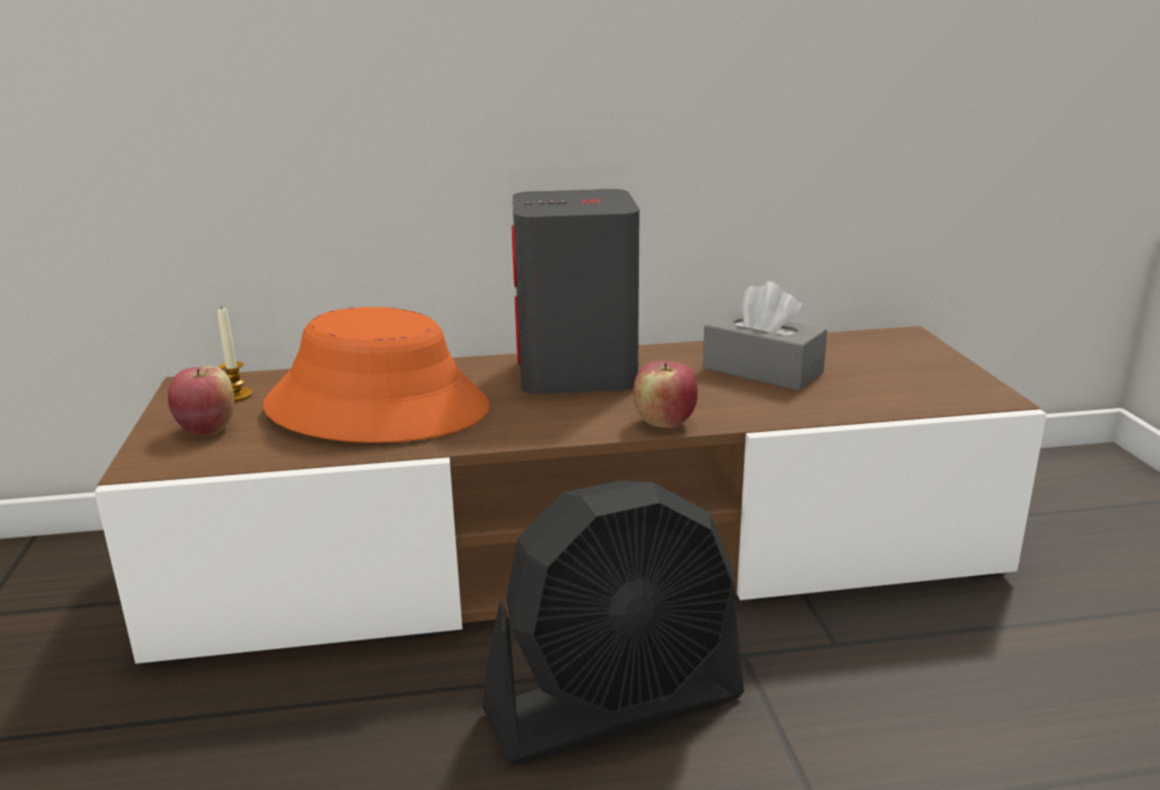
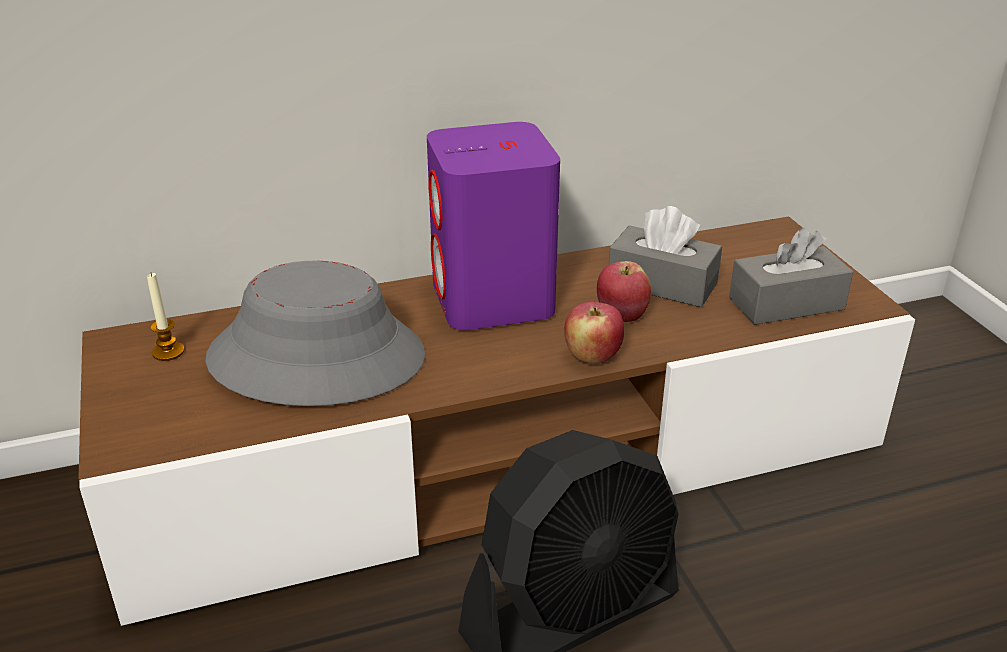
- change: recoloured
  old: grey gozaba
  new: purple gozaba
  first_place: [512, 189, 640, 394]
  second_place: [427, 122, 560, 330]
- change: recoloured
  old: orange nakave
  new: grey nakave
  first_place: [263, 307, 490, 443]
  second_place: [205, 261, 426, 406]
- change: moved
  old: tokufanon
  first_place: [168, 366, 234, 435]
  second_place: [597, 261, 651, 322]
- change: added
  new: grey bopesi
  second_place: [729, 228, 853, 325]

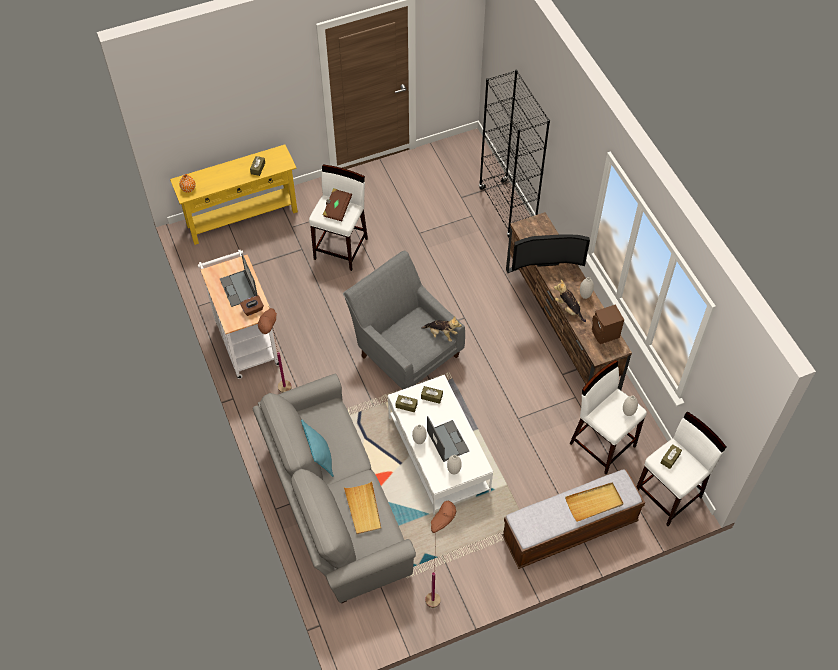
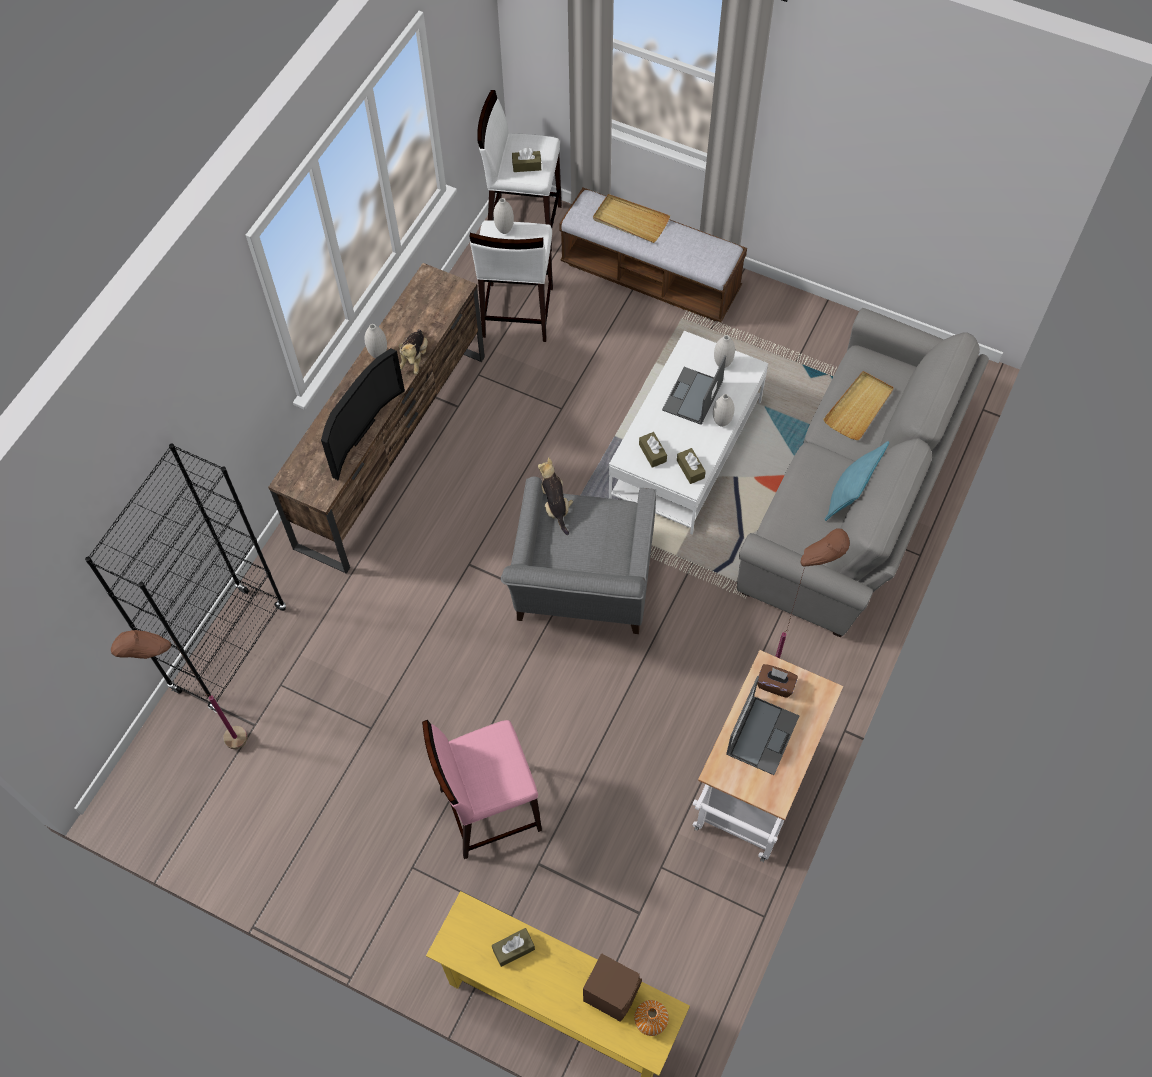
- change: recoloured
  old: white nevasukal
  new: pink nevasukal
  first_place: [309, 164, 368, 271]
  second_place: [422, 720, 542, 859]
- change: removed
  old: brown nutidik
  first_place: [323, 188, 352, 222]
- change: turned
  old: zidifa
  first_place: [512, 234, 590, 271]
  second_place: [321, 348, 405, 480]
  degrees: 75
- change: moved
  old: brown gozaba
  first_place: [592, 304, 624, 344]
  second_place: [583, 953, 642, 1022]
- change: moved
  old: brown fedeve
  first_place: [425, 501, 456, 608]
  second_place: [111, 630, 248, 749]

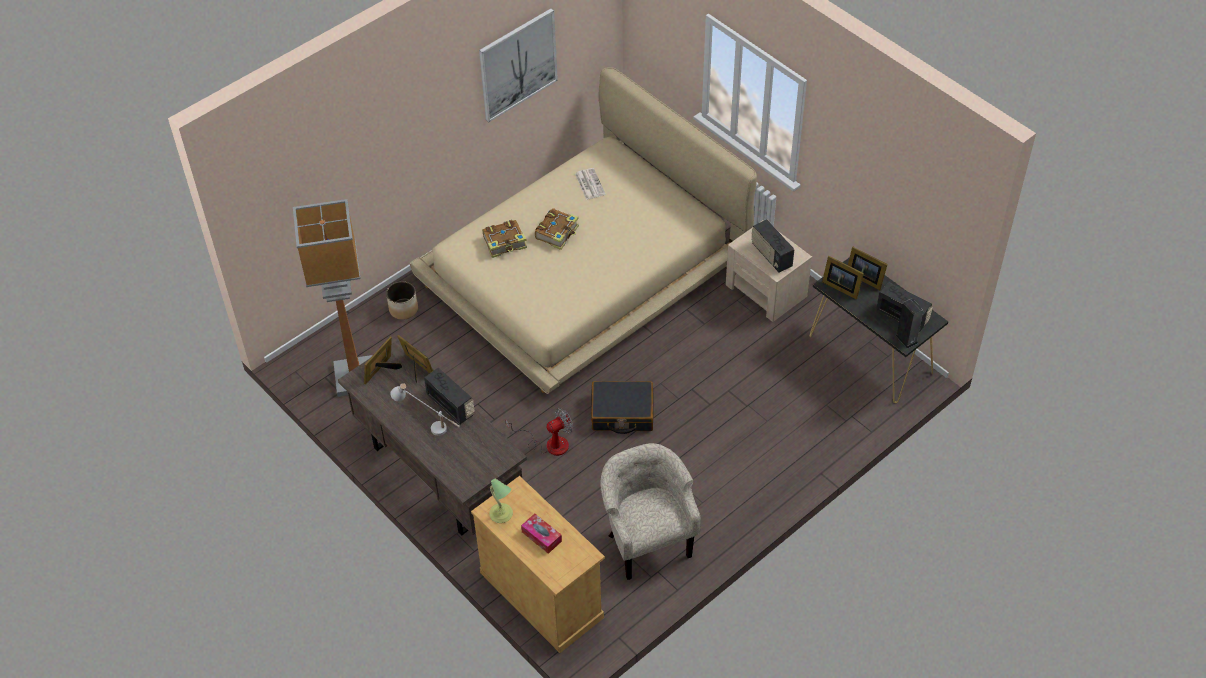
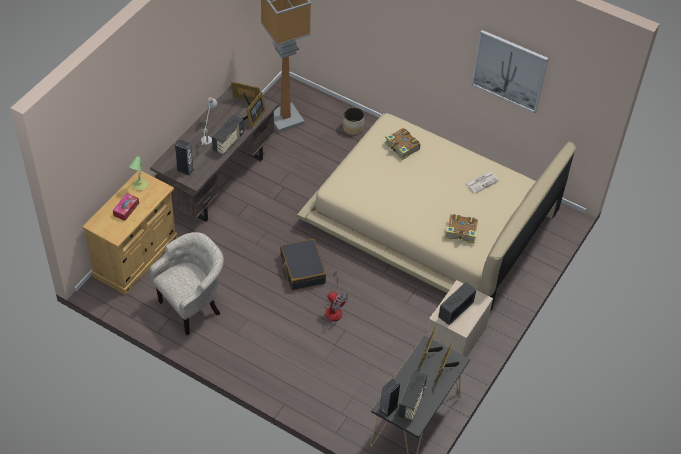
- change: moved
  old: nutidik
  first_place: [535, 208, 579, 250]
  second_place: [445, 214, 478, 244]
- change: moved
  old: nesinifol
  first_place: [505, 408, 573, 456]
  second_place: [324, 271, 348, 321]
- change: added
  new: gozaba
  second_place: [175, 139, 194, 175]

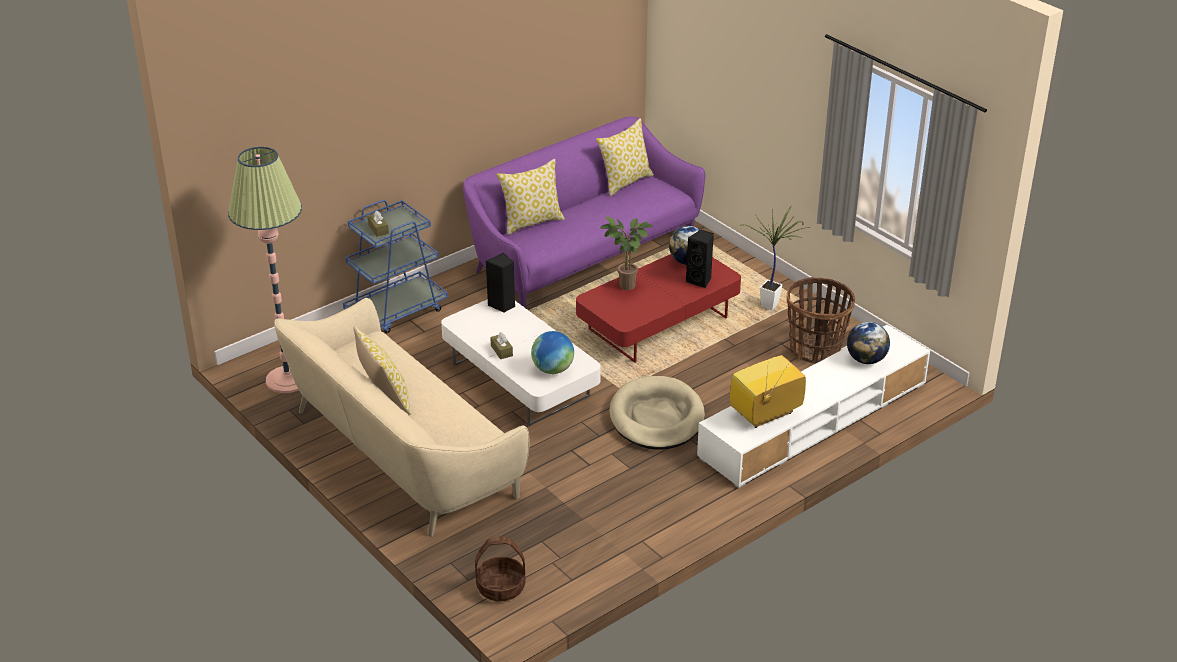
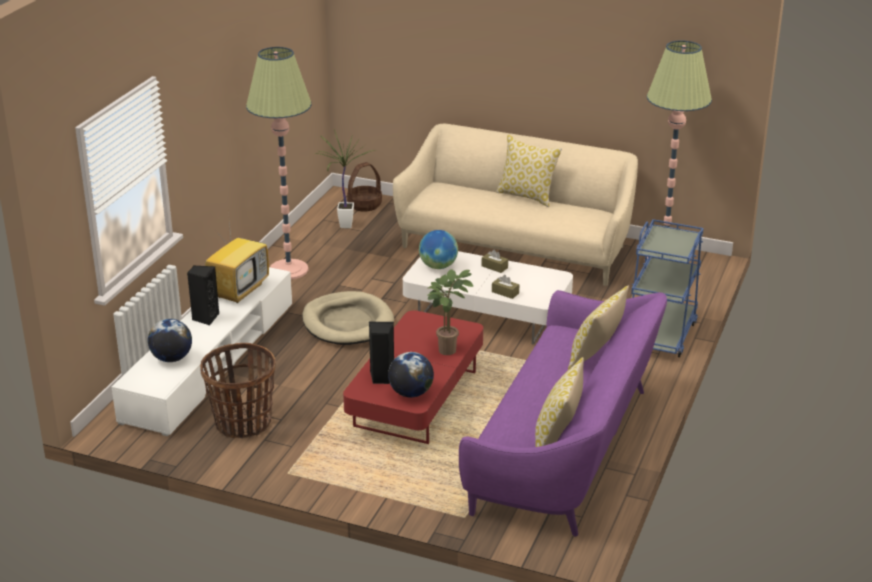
- change: moved
  old: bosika
  first_place: [742, 206, 810, 310]
  second_place: [315, 129, 374, 228]
- change: moved
  old: brown bopesi
  first_place: [368, 211, 389, 237]
  second_place: [492, 275, 519, 299]
- change: moved
  old: black gozaba
  first_place: [486, 252, 515, 313]
  second_place: [187, 266, 219, 325]
- change: added
  new: fedeve
  second_place: [246, 47, 312, 279]

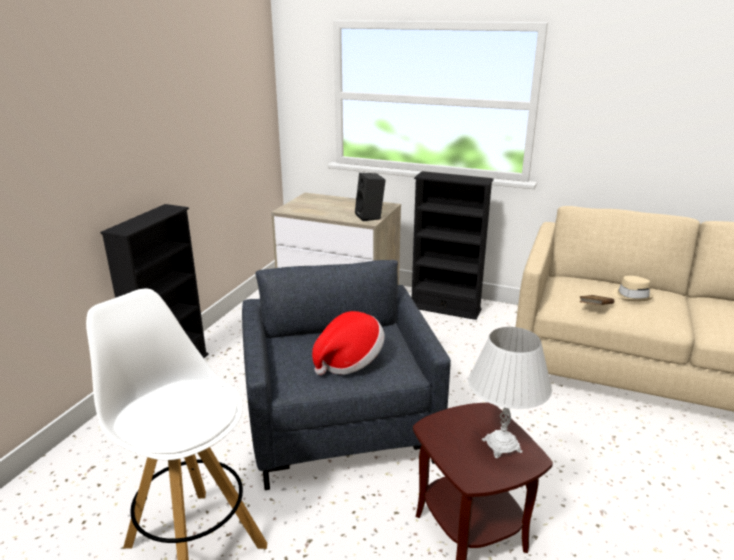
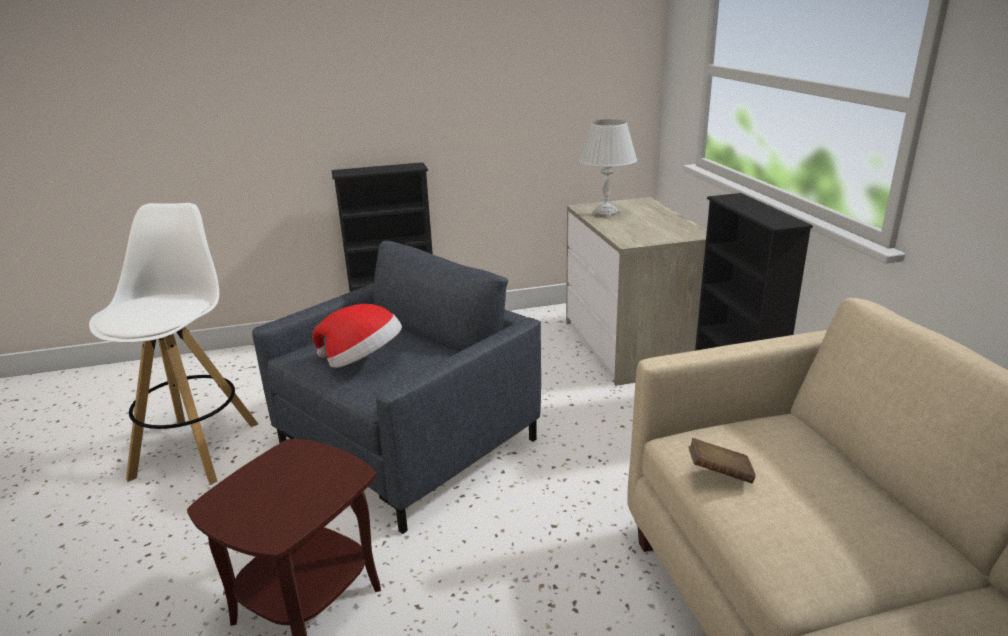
- change: removed
  old: black gozaba
  first_place: [355, 173, 386, 221]
- change: removed
  old: beige nakave
  first_place: [613, 276, 654, 301]
- change: moved
  old: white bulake
  first_place: [468, 327, 552, 458]
  second_place: [579, 119, 637, 218]

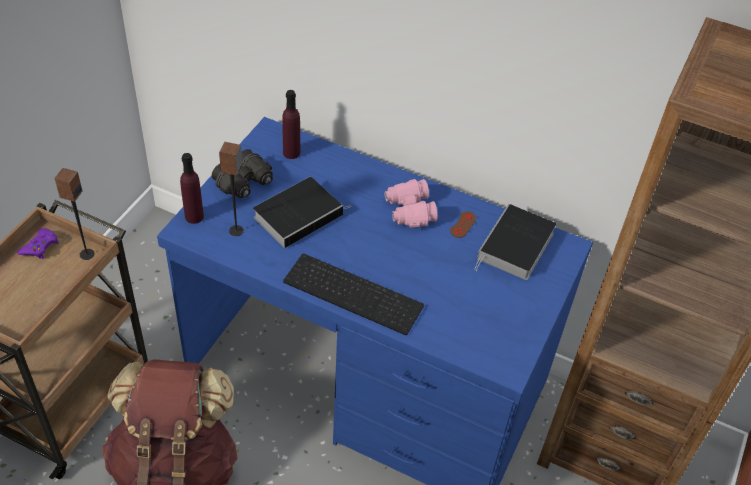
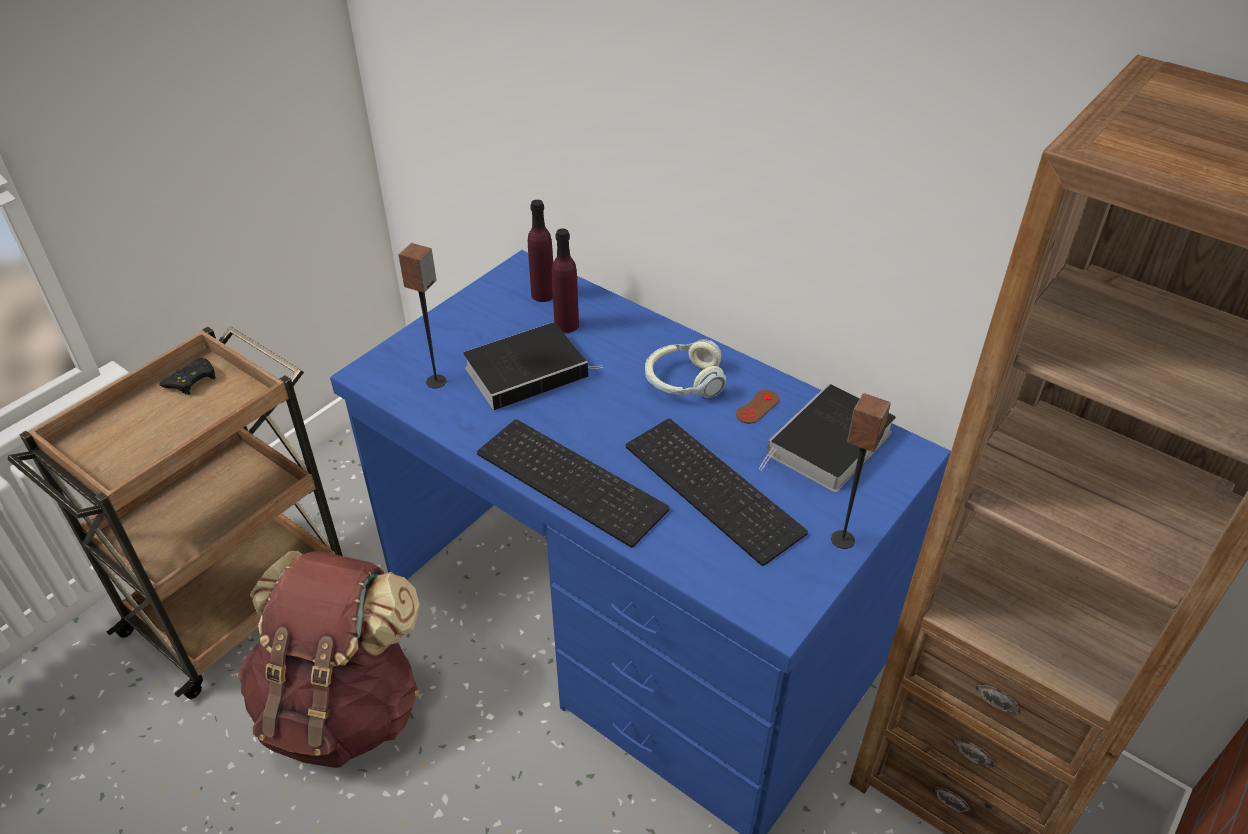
- change: removed
  old: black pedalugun
  first_place: [212, 149, 273, 198]
- change: moved
  old: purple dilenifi
  first_place: [180, 153, 204, 224]
  second_place: [552, 228, 579, 333]
- change: moved
  old: gozaba
  first_place: [54, 168, 94, 260]
  second_place: [831, 393, 891, 549]
- change: replaced
  old: pink pedalugun
  new: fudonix
  first_place: [385, 179, 438, 227]
  second_place: [645, 339, 726, 398]
- change: recoloured
  old: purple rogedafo
  new: black rogedafo
  first_place: [17, 228, 59, 259]
  second_place: [159, 358, 216, 395]
- change: added
  new: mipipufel
  second_place: [626, 419, 808, 566]

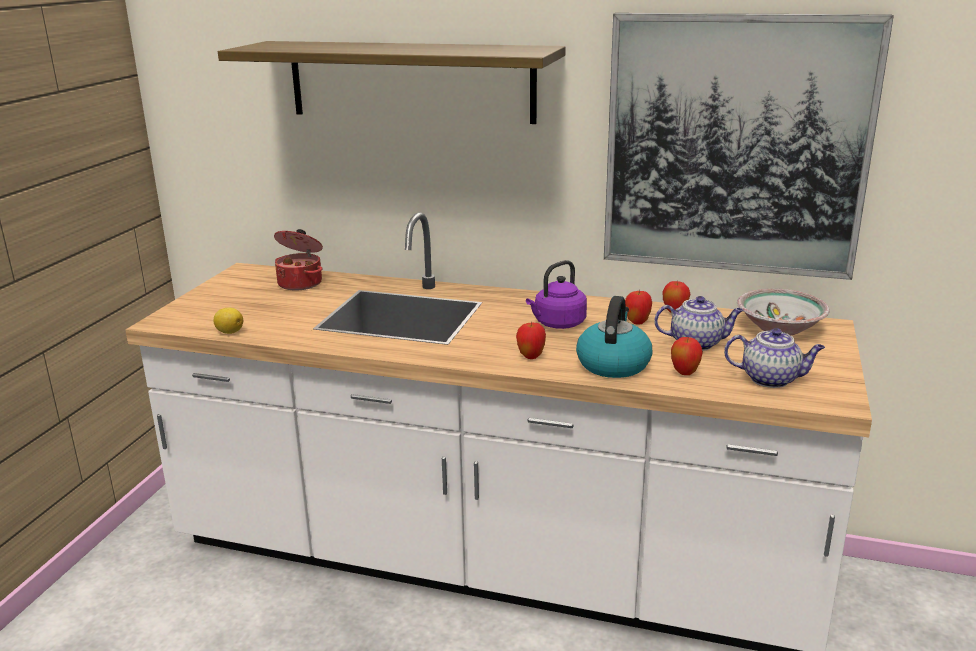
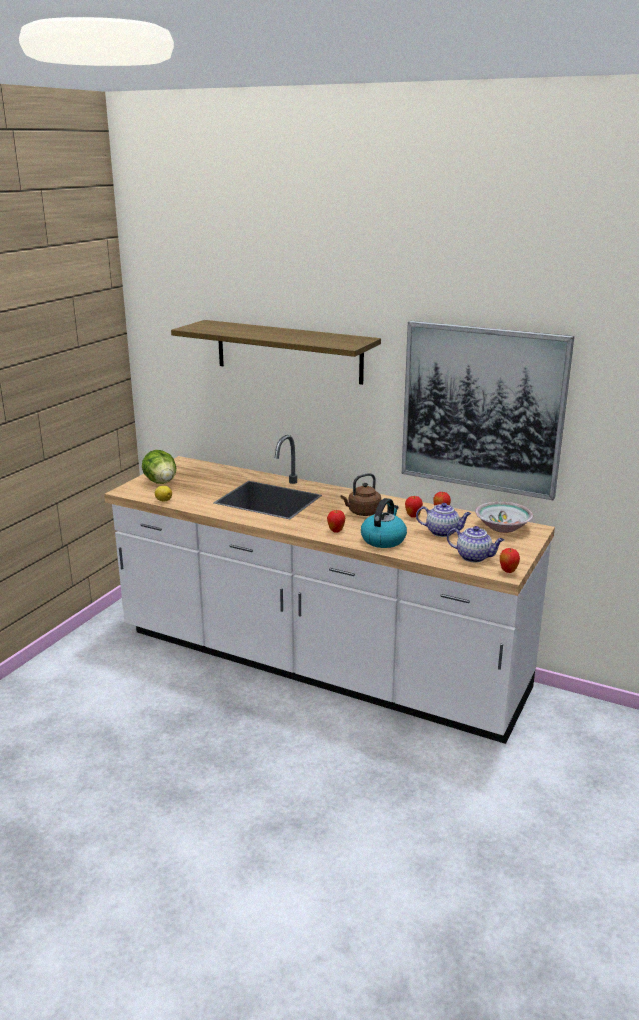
- change: removed
  old: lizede
  first_place: [274, 229, 323, 290]
- change: recoloured
  old: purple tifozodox
  new: brown tifozodox
  first_place: [526, 260, 587, 329]
  second_place: [341, 473, 381, 516]
- change: moved
  old: tokufanon
  first_place: [671, 337, 703, 375]
  second_place: [500, 548, 520, 573]
- change: added
  new: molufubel
  second_place: [142, 450, 176, 484]

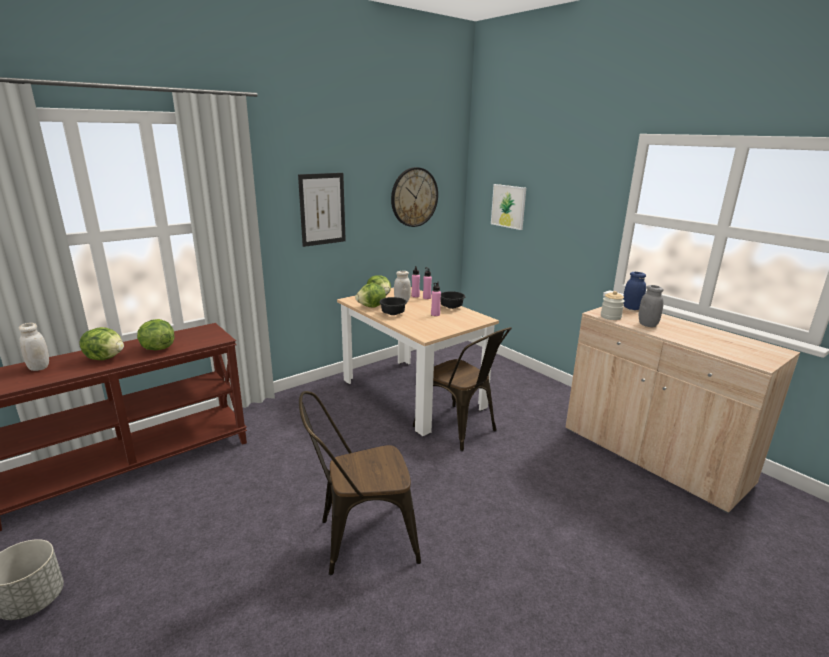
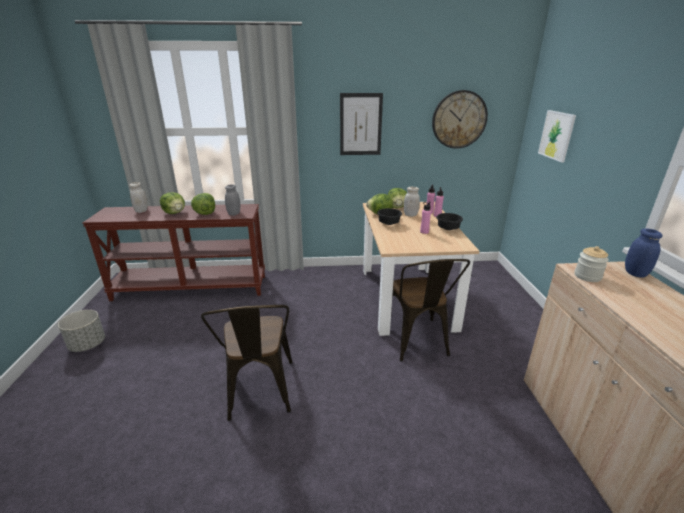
- change: moved
  old: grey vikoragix
  first_place: [639, 285, 664, 327]
  second_place: [225, 184, 240, 216]
- change: turned
  old: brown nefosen
  first_place: [299, 391, 421, 575]
  second_place: [201, 305, 292, 421]
  degrees: -120

